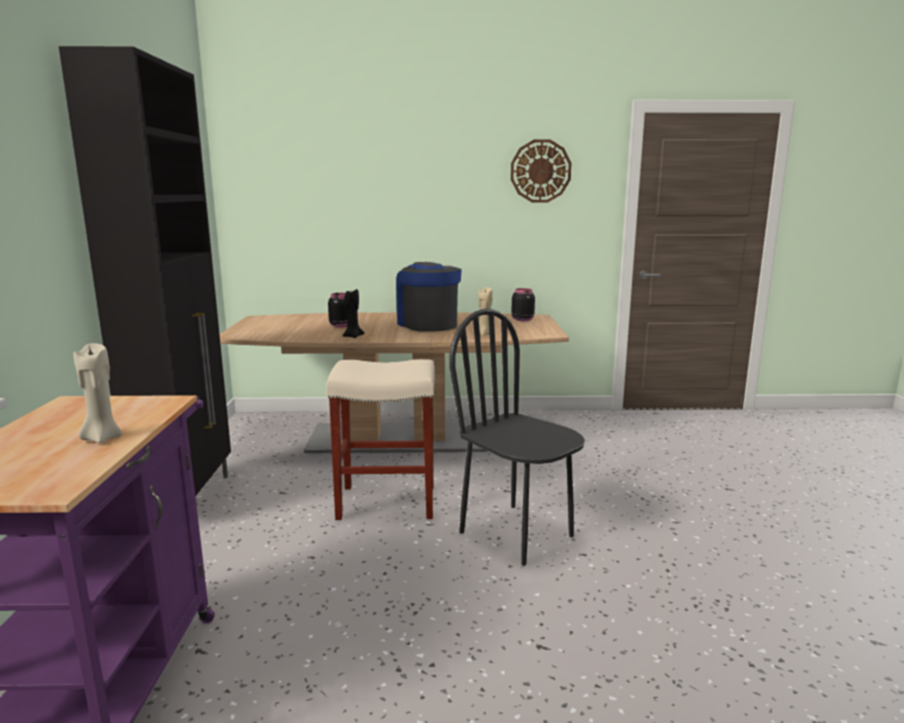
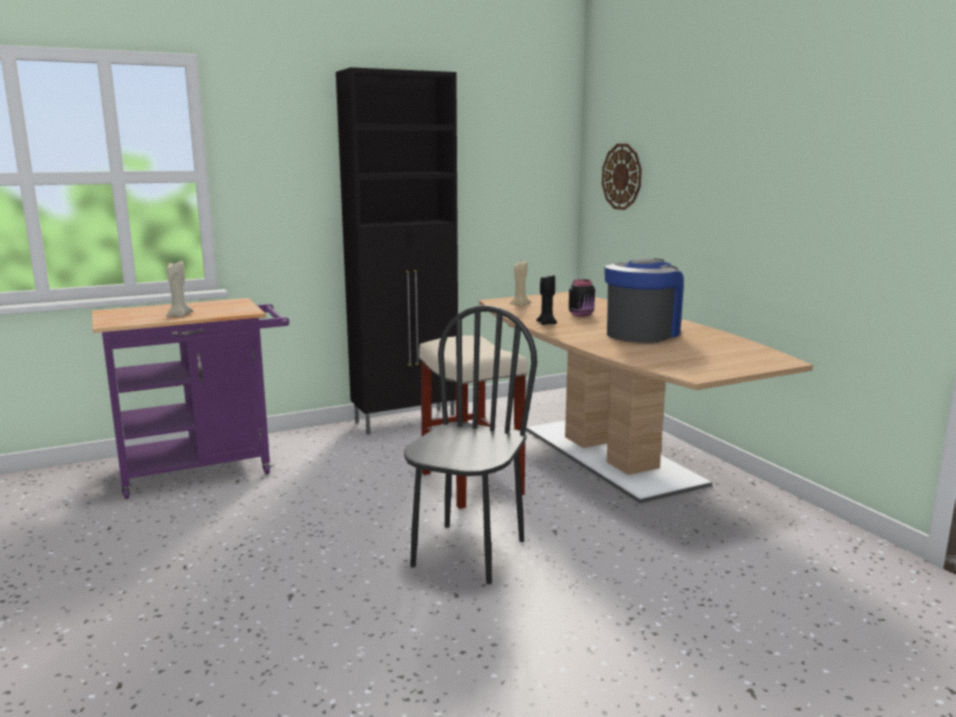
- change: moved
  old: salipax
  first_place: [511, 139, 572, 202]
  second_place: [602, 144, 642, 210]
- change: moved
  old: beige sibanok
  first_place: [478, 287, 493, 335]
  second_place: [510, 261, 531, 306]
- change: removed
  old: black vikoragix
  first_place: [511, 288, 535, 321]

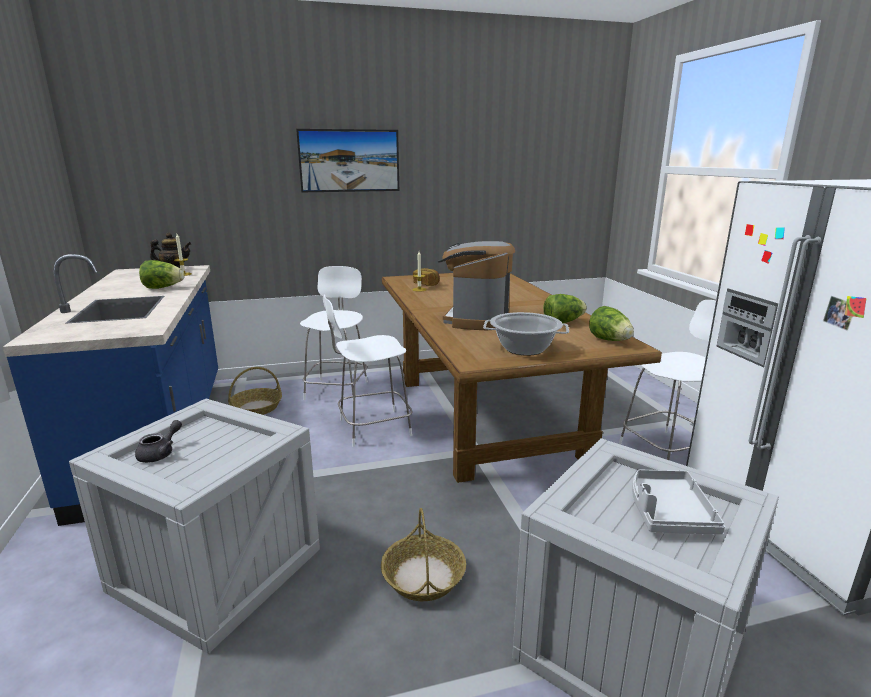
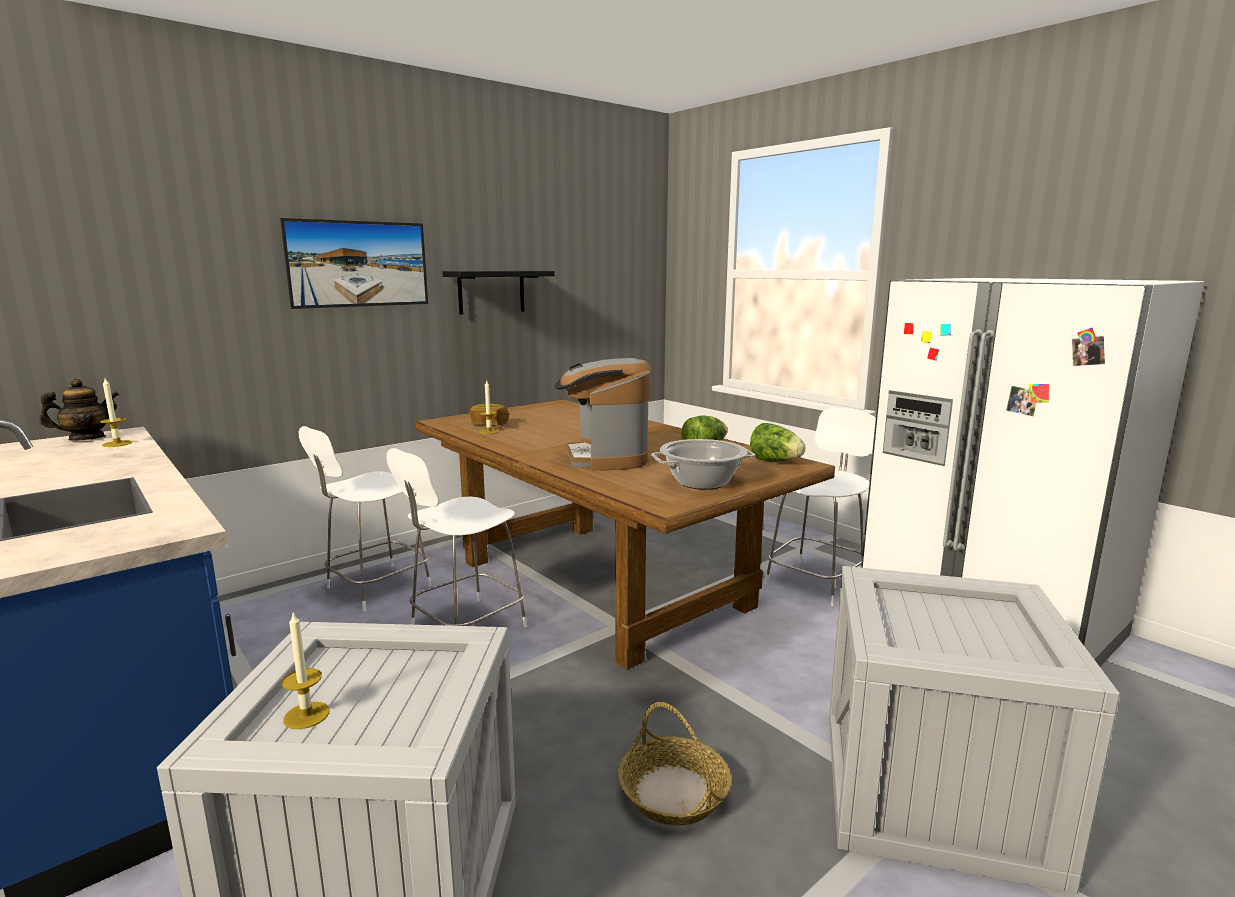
- change: removed
  old: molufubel
  first_place: [139, 260, 185, 289]
- change: turned
  old: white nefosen
  first_place: [300, 266, 368, 400]
  second_place: [299, 426, 432, 612]
  degrees: -120
- change: removed
  old: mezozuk
  first_place: [228, 367, 282, 415]
- change: replaced
  old: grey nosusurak
  new: sibanok
  first_place: [135, 420, 182, 463]
  second_place: [282, 612, 330, 729]
- change: removed
  old: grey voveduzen
  first_place: [632, 469, 725, 534]
- change: added
  new: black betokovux
  second_place: [442, 271, 555, 315]

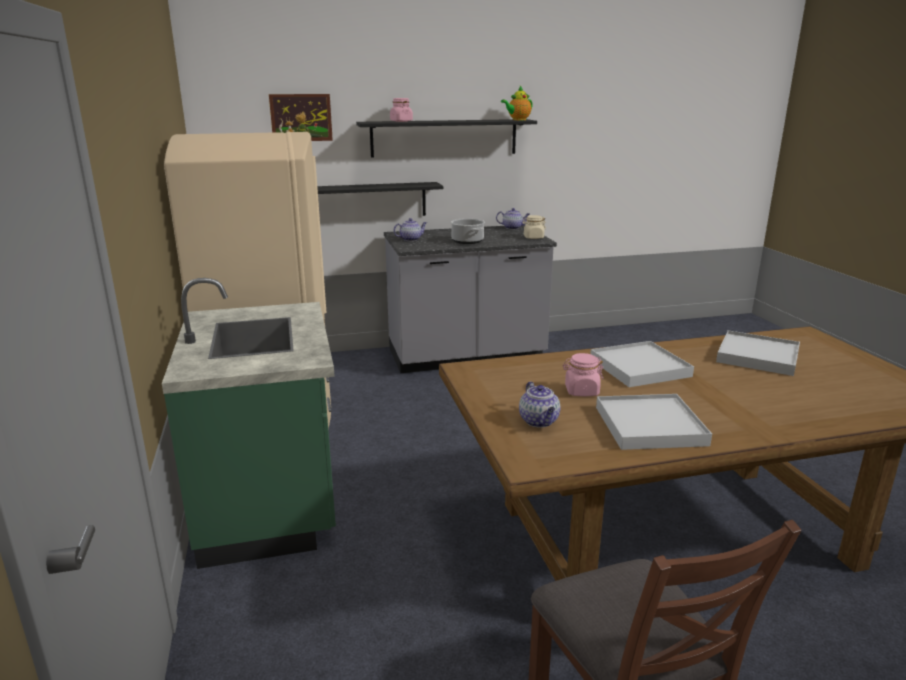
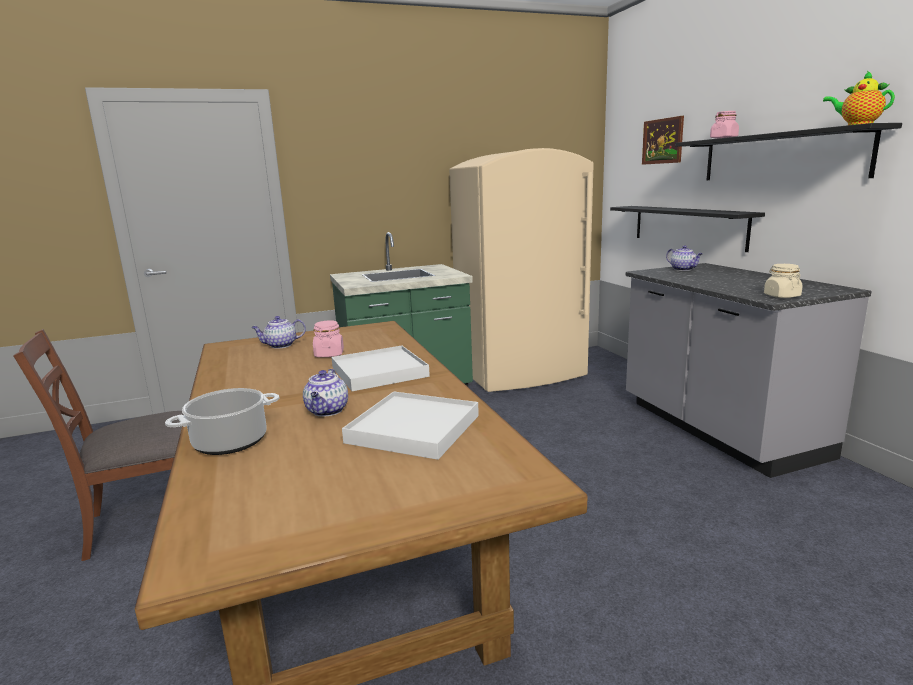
- change: moved
  old: nosusurak
  first_place: [496, 208, 530, 229]
  second_place: [303, 369, 348, 417]
- change: moved
  old: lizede
  first_place: [451, 218, 485, 244]
  second_place: [165, 388, 279, 455]
- change: removed
  old: white voveduzen
  first_place: [596, 394, 712, 450]

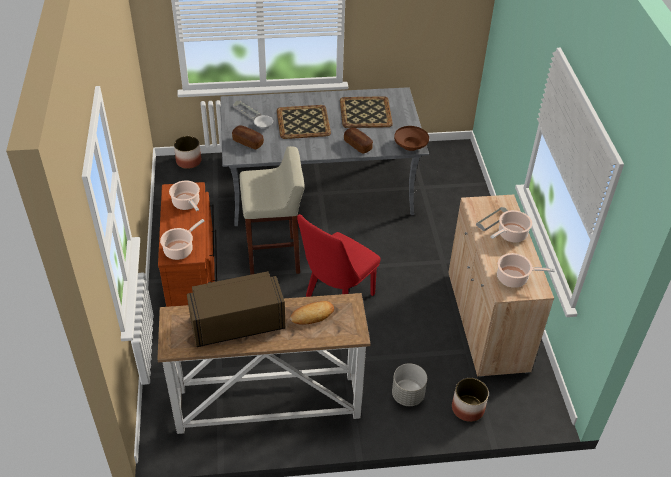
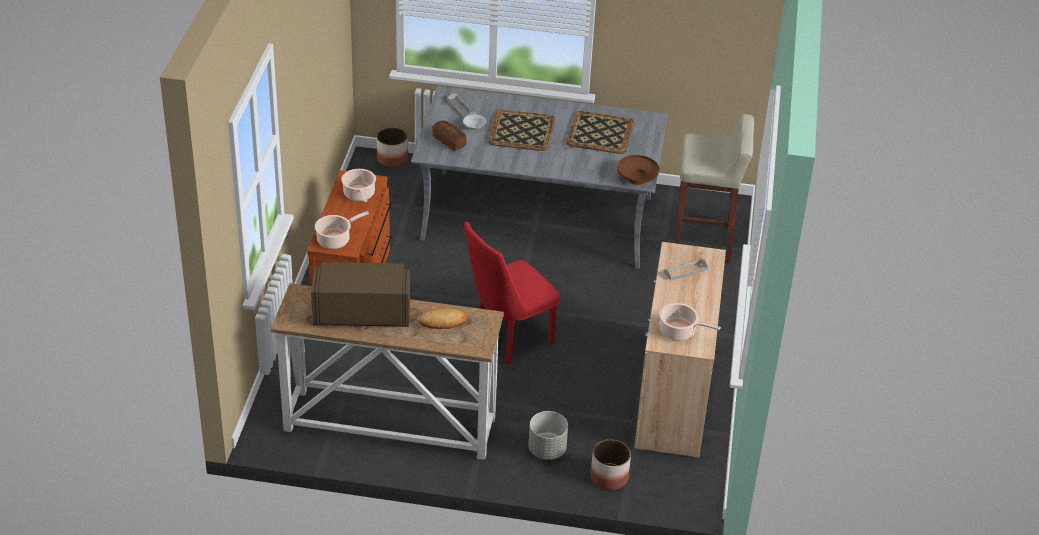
- change: removed
  old: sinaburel
  first_place: [344, 128, 373, 154]
- change: moved
  old: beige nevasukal
  first_place: [239, 146, 305, 275]
  second_place: [675, 114, 754, 262]
- change: removed
  old: lizede
  first_place: [490, 210, 532, 242]

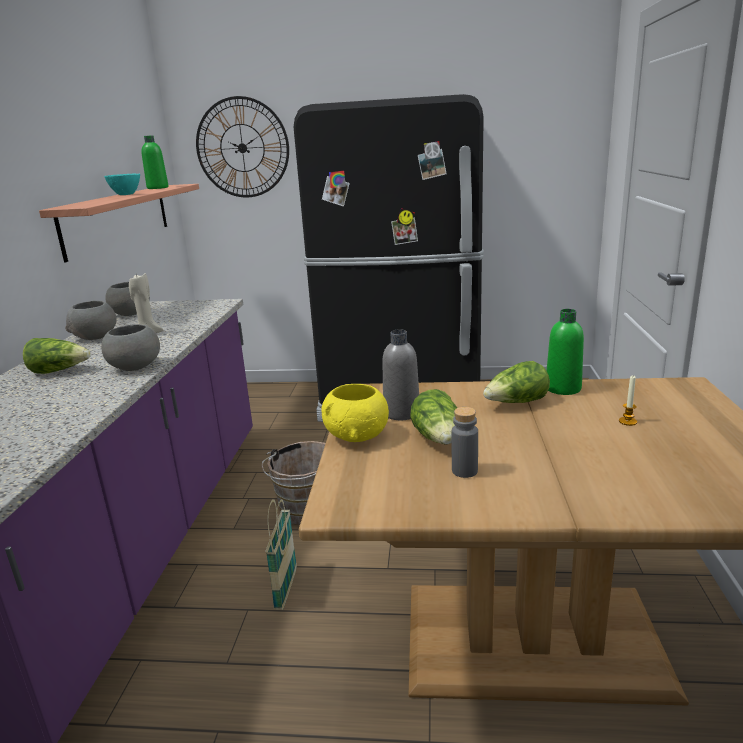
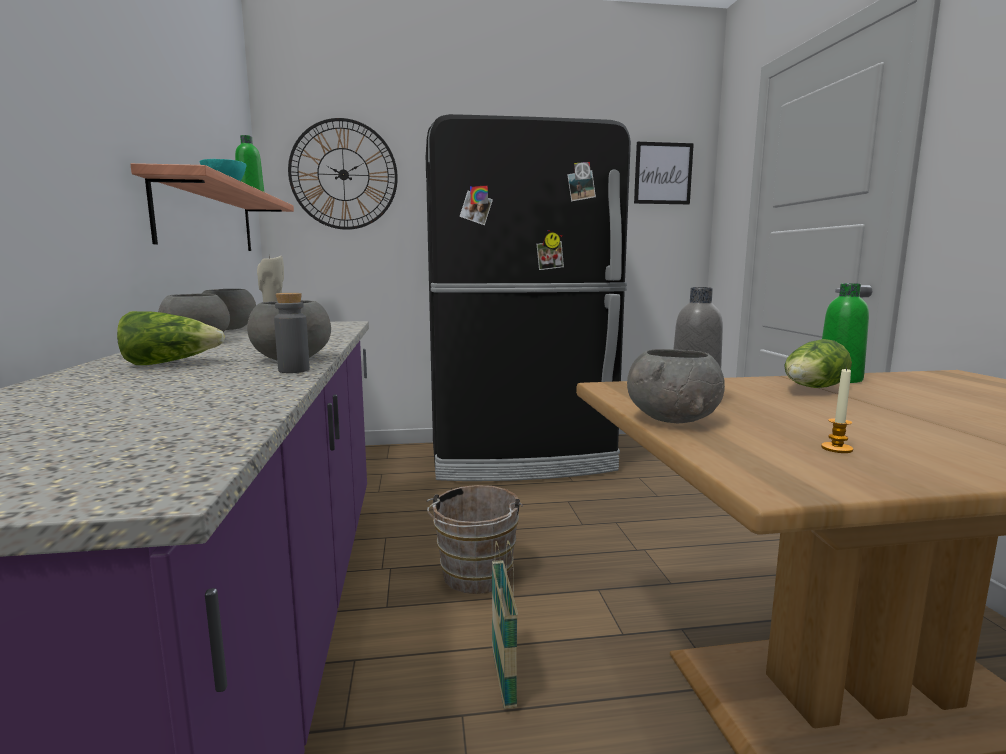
- change: moved
  old: sibanok
  first_place: [619, 376, 637, 426]
  second_place: [821, 367, 853, 453]
- change: recoloured
  old: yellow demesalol
  new: grey demesalol
  first_place: [321, 384, 389, 442]
  second_place: [627, 349, 725, 423]
- change: removed
  old: molufubel
  first_place: [410, 389, 457, 445]
- change: moved
  old: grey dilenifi
  first_place: [452, 407, 478, 478]
  second_place: [274, 293, 310, 373]
- change: added
  new: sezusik
  second_place: [634, 142, 694, 204]

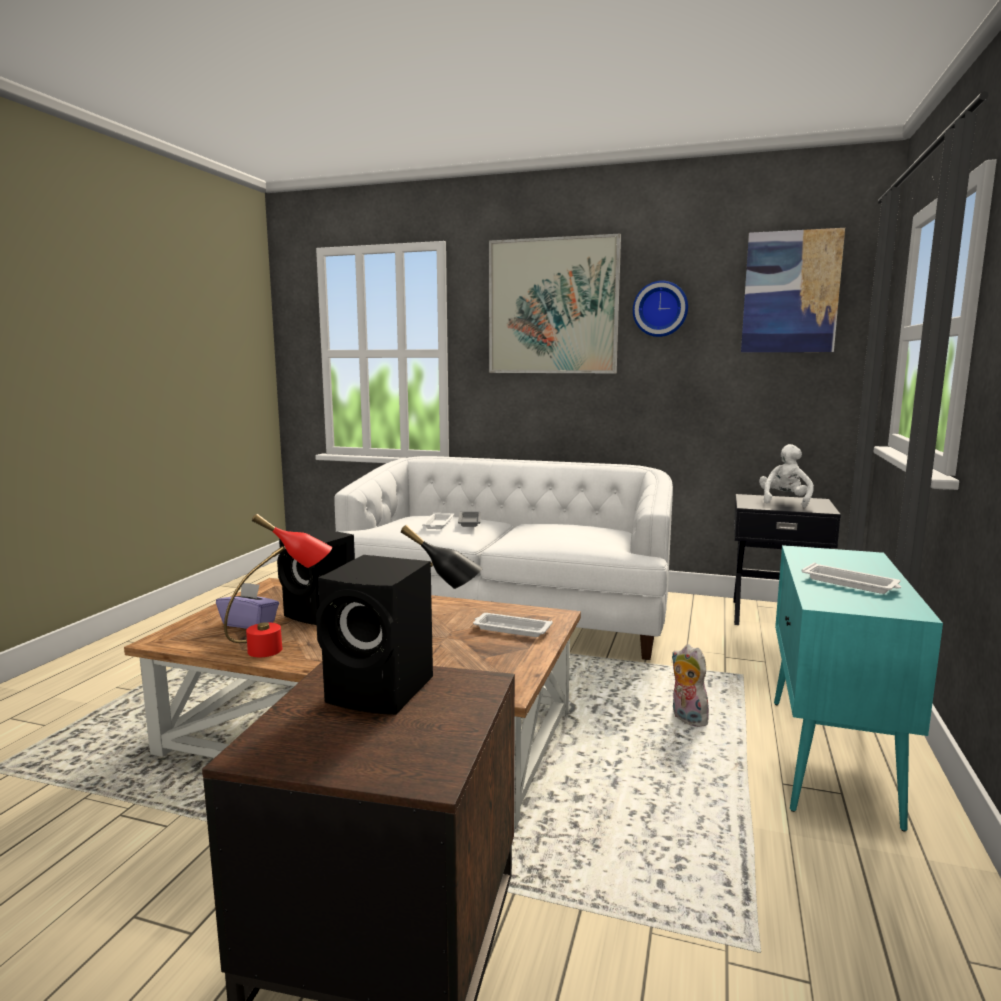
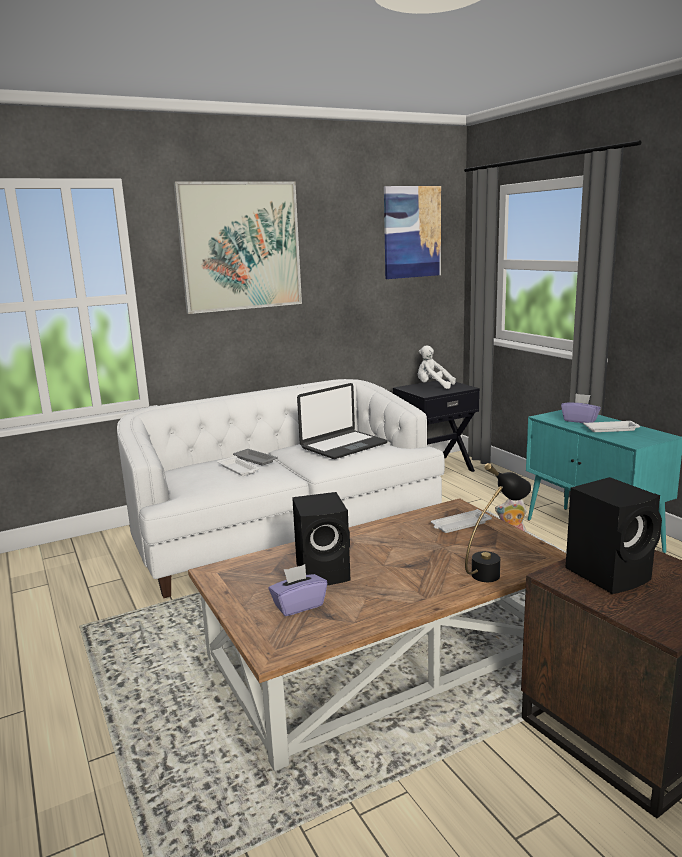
- change: removed
  old: salipax
  first_place: [633, 281, 688, 337]
- change: turned
  old: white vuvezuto
  first_place: [759, 444, 814, 508]
  second_place: [418, 345, 456, 389]
  degrees: -45
- change: removed
  old: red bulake
  first_place: [224, 514, 332, 657]
- change: added
  new: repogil
  second_place: [297, 383, 388, 459]
- change: added
  new: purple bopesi
  second_place: [561, 394, 601, 423]

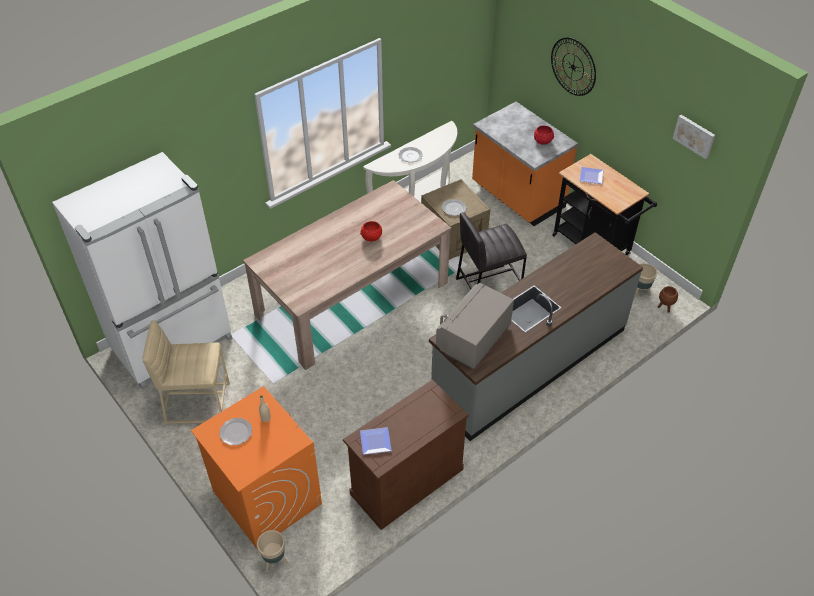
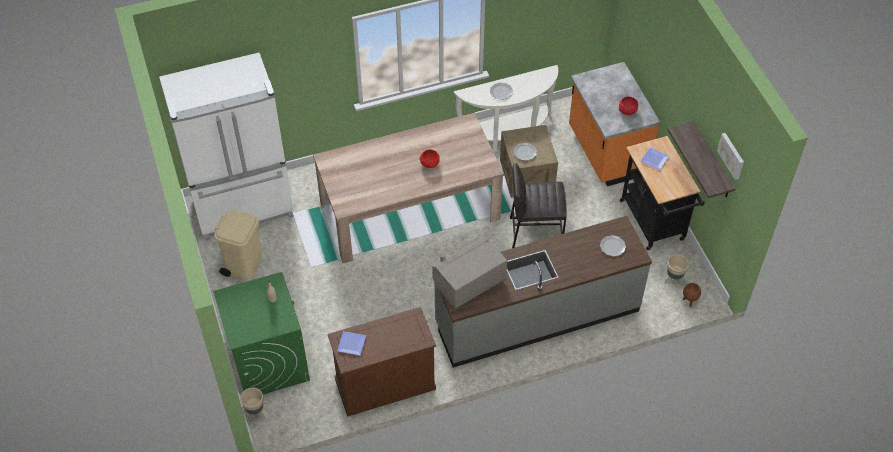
- change: removed
  old: salipax
  first_place: [551, 37, 596, 96]
- change: replaced
  old: beige nevasukal
  new: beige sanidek
  first_place: [142, 320, 230, 424]
  second_place: [214, 210, 262, 280]
- change: recoloured
  old: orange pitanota
  new: green pitanota
  first_place: [191, 386, 322, 549]
  second_place: [213, 272, 310, 394]
- change: moved
  old: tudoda
  first_place: [219, 418, 252, 445]
  second_place: [600, 235, 626, 257]
- change: added
  new: betokovux
  second_place: [667, 121, 735, 198]

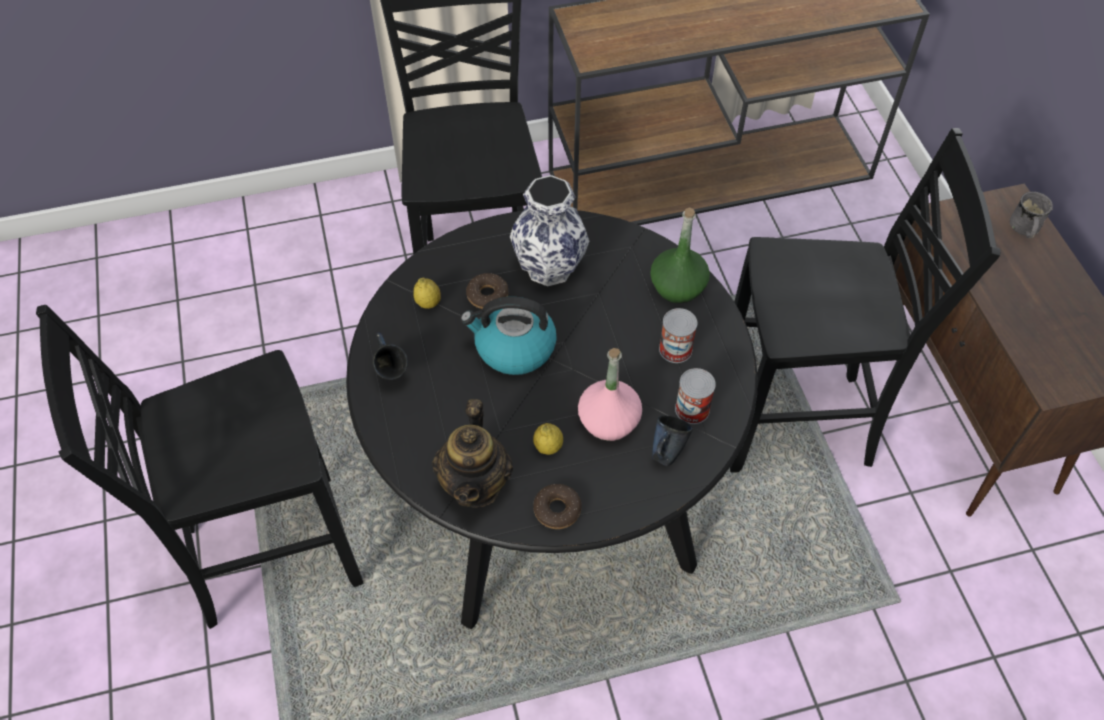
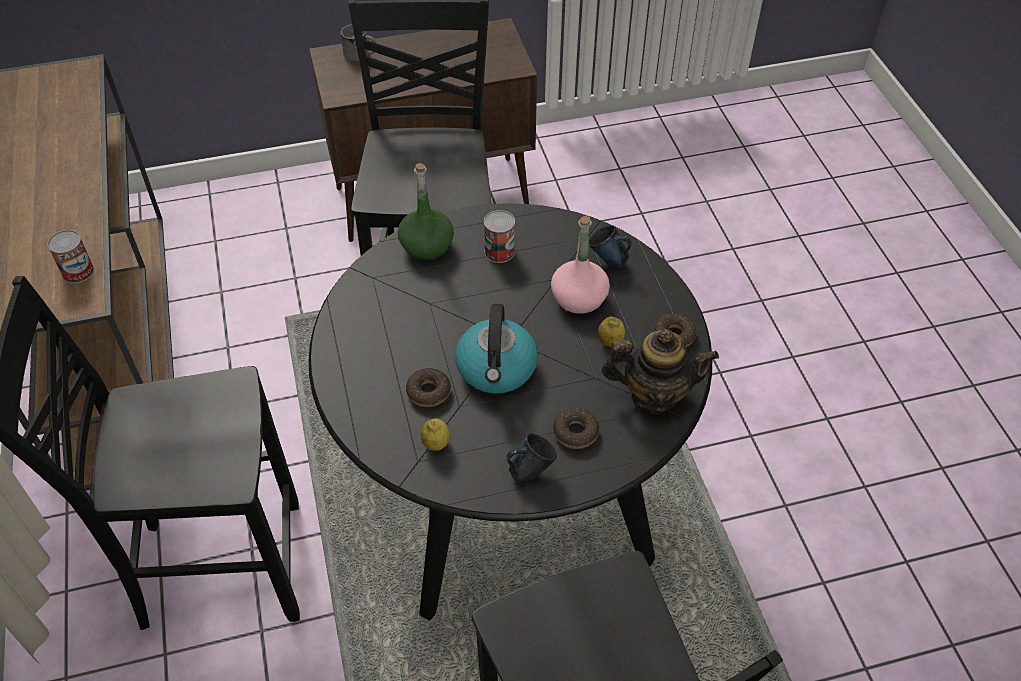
- change: removed
  old: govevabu
  first_place: [510, 175, 589, 286]
- change: moved
  old: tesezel
  first_place: [675, 368, 716, 424]
  second_place: [47, 230, 94, 283]
- change: added
  new: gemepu
  second_place: [553, 408, 599, 449]

